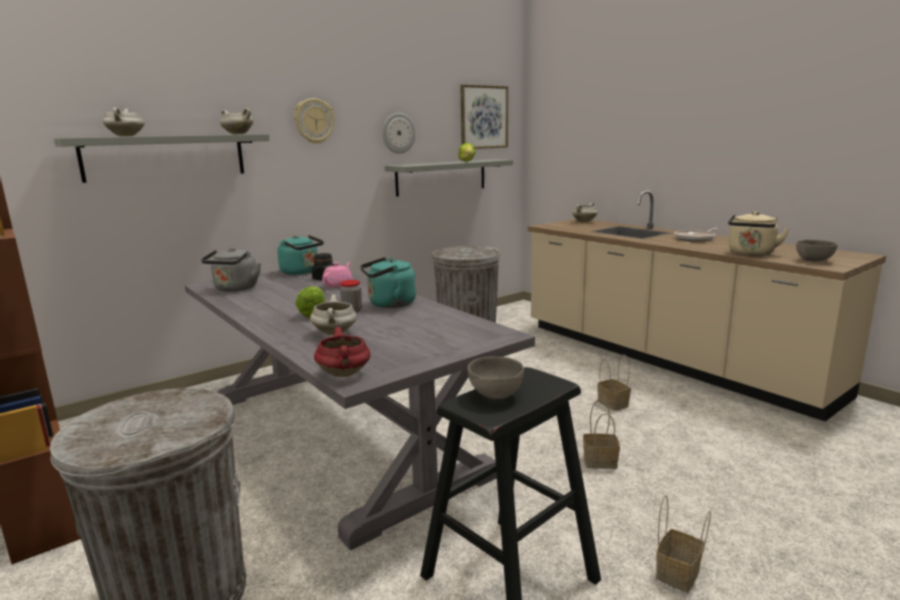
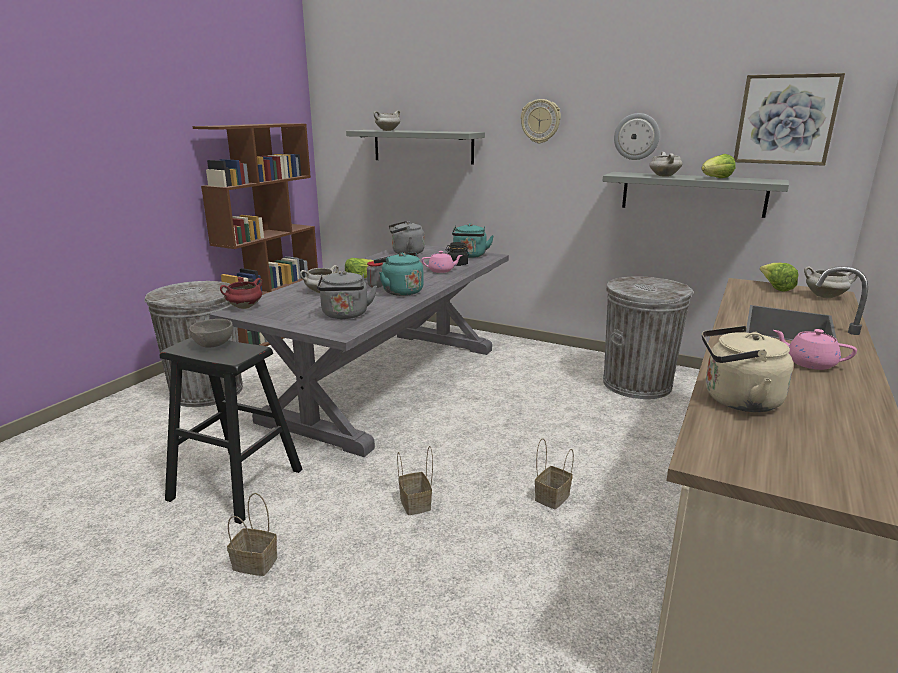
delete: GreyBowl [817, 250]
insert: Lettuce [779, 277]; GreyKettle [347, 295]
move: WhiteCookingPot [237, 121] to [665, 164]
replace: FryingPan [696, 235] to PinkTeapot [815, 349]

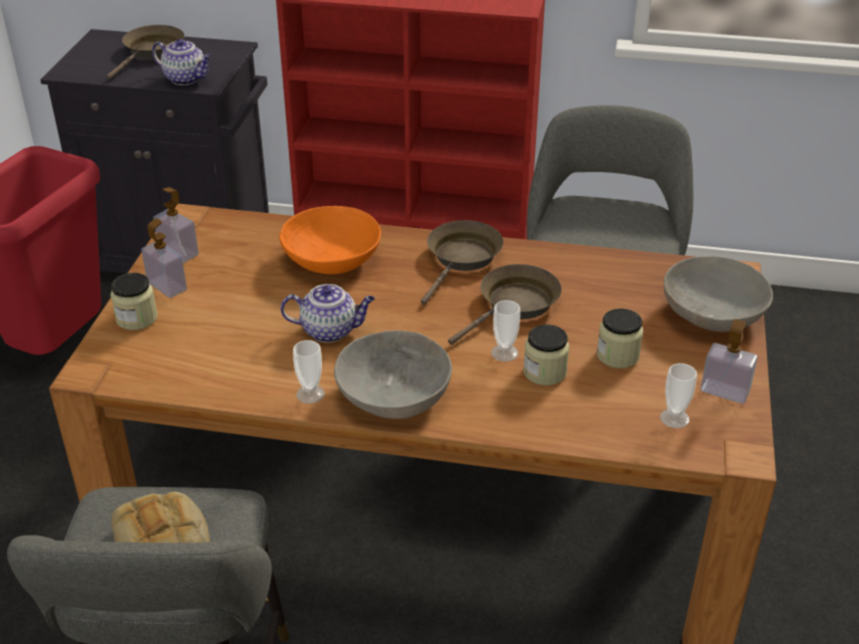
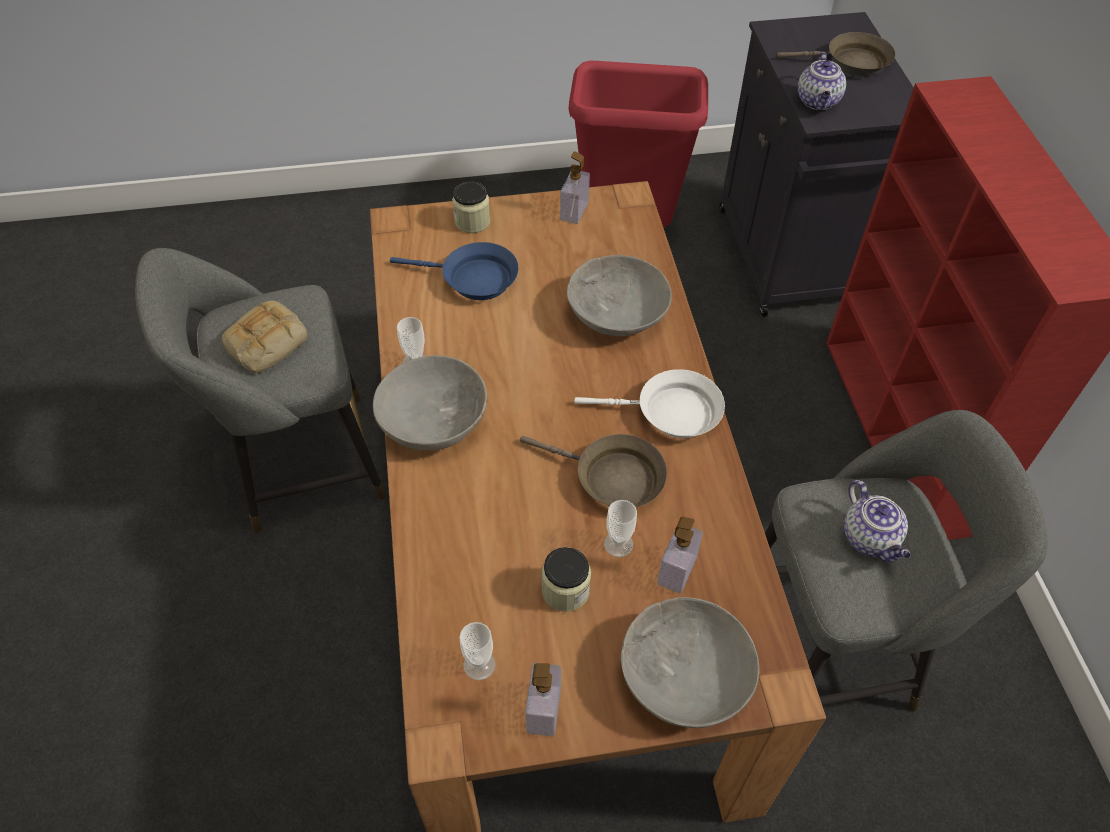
delete: Jar [546, 355]
insert: BlueFryingPan [454, 271]
move: SoapDispenser [164, 258] to [680, 555]; Teapot [328, 313] to [877, 521]; Cup [505, 331] to [620, 528]
recolor: OrangeBowl [330, 240] to GreyBowl [619, 295]; BrownFryingPan [462, 262] to WhiteFryingPan [649, 403]

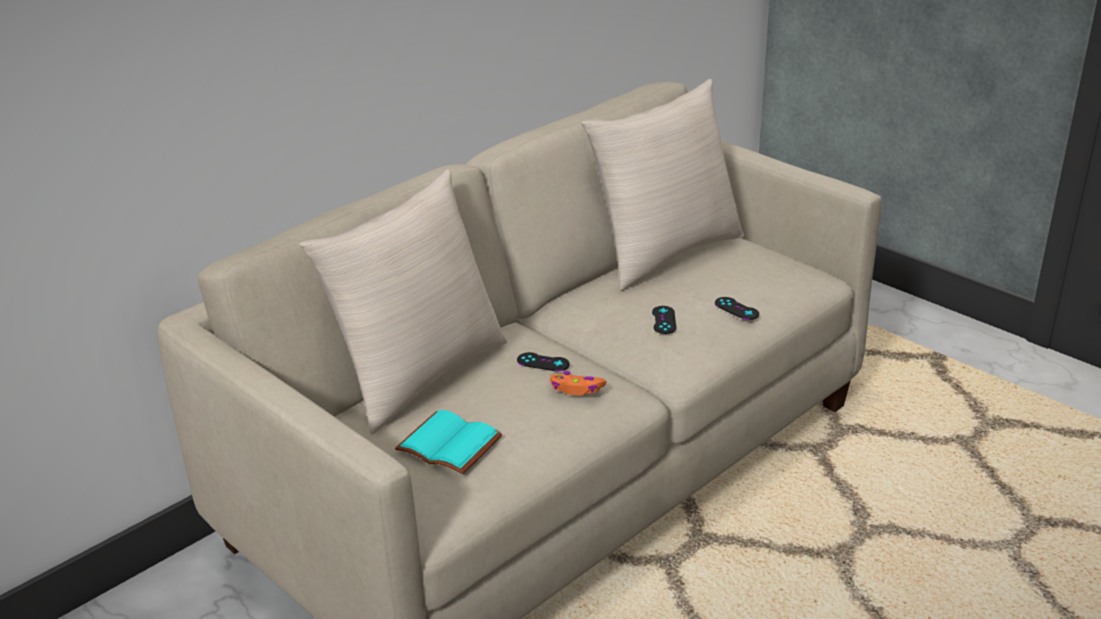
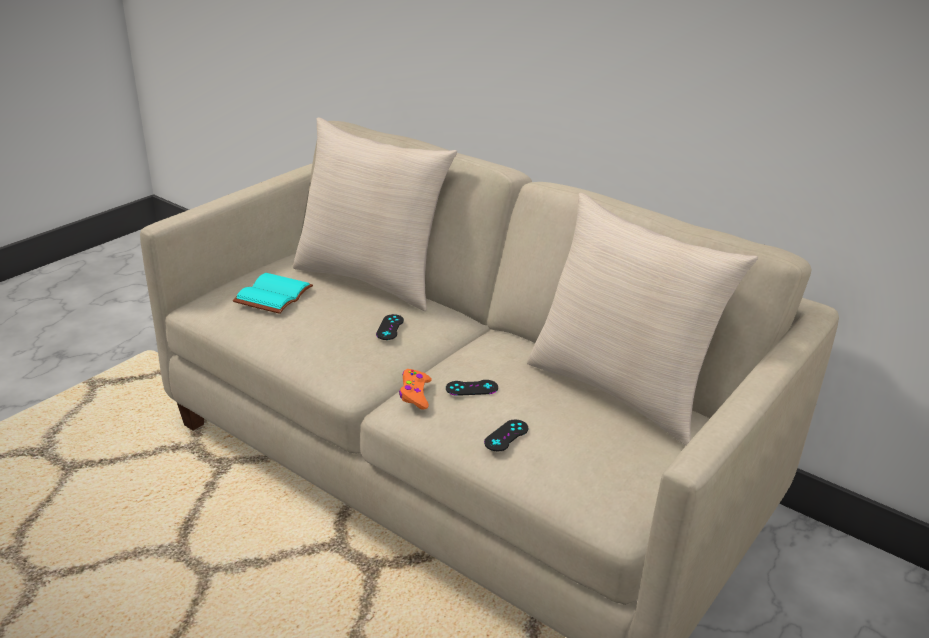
move: OrangeGameController [578, 383] to [415, 389]

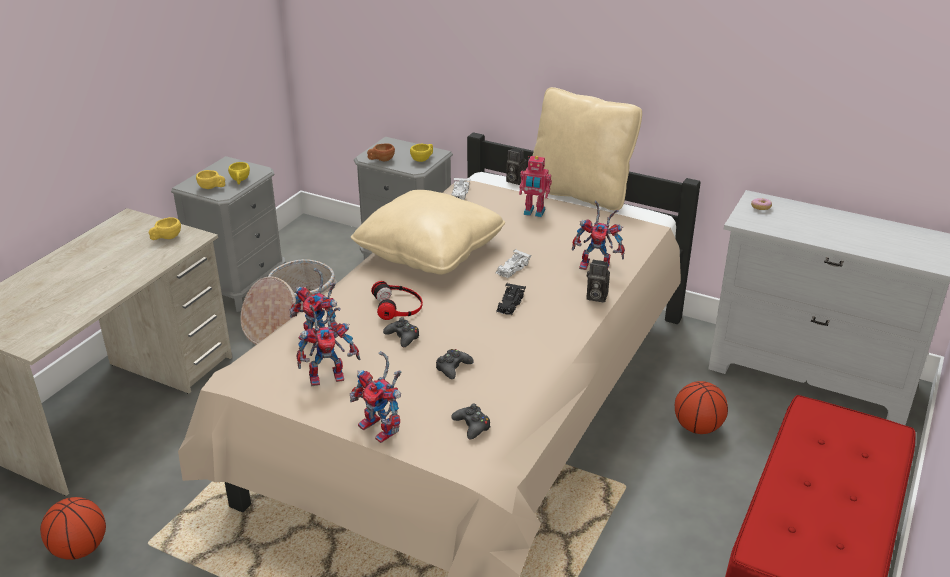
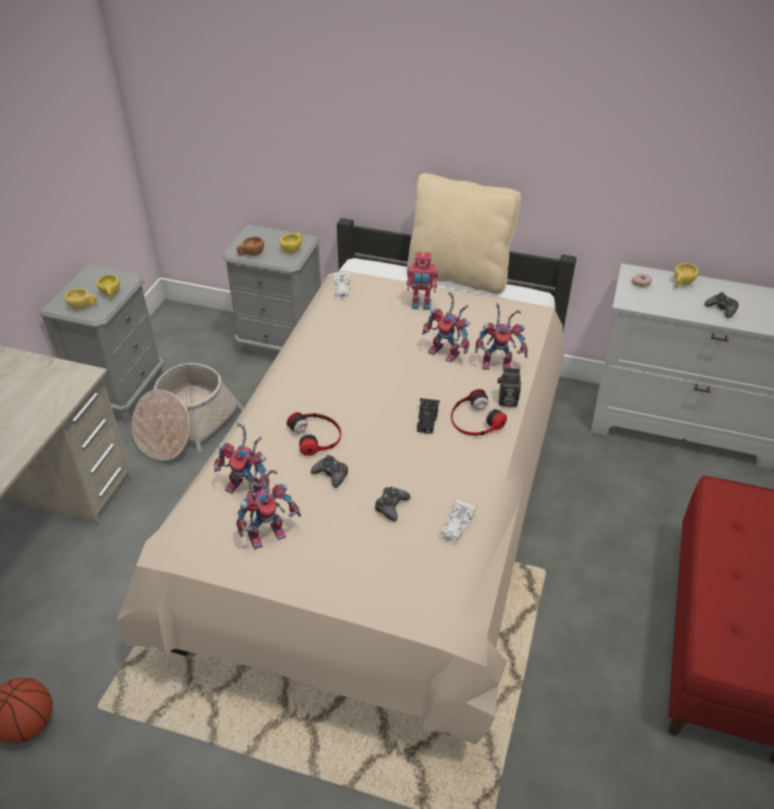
delete: PhotoCamera [516, 166]; BeigePillow [428, 232]; Basketball [701, 407]
insert: Headphones [479, 412]
move: YellowCup [165, 228] to [686, 275]; WhiteToyCar [513, 263] to [458, 520]; ToyRobot [375, 397] to [446, 327]; BlackGameController [470, 421] to [721, 305]

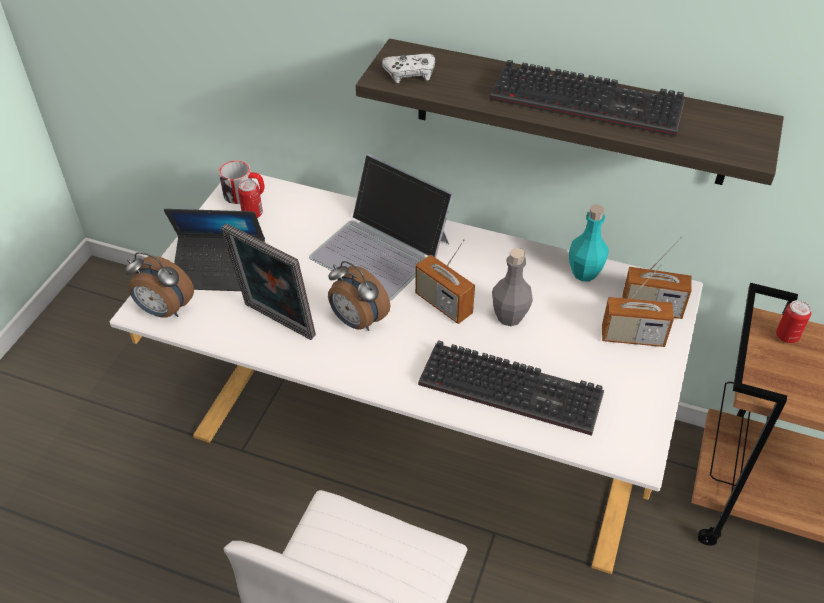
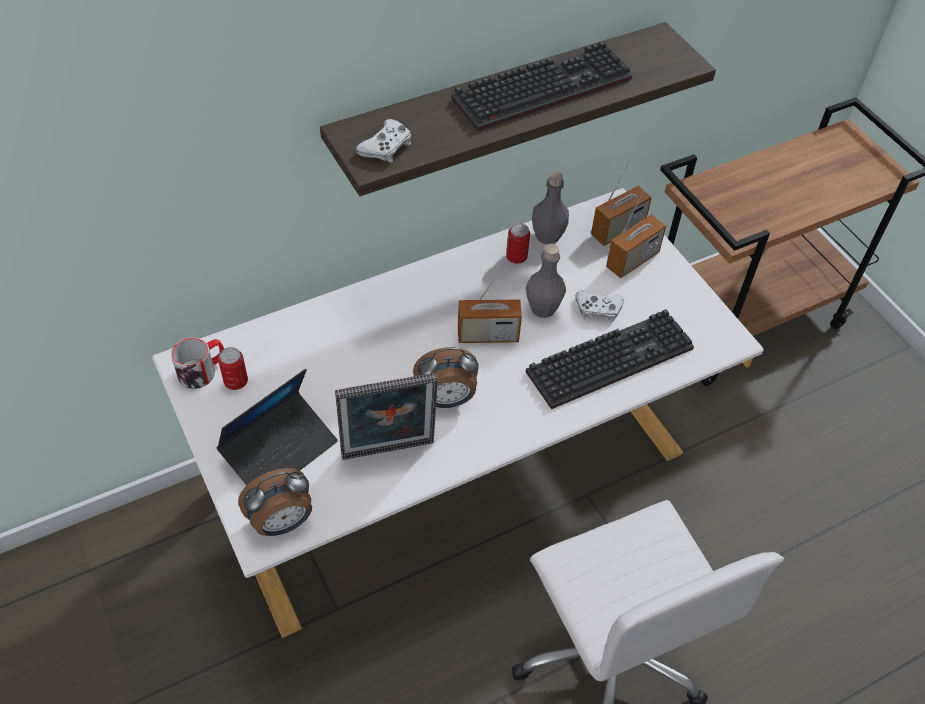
delete: Laptop [381, 227]
insert: WhiteGameController [599, 306]
move: Can [793, 321] to [518, 243]
recolor: TurquoiseBottle [589, 243] to GreyBottle [550, 208]

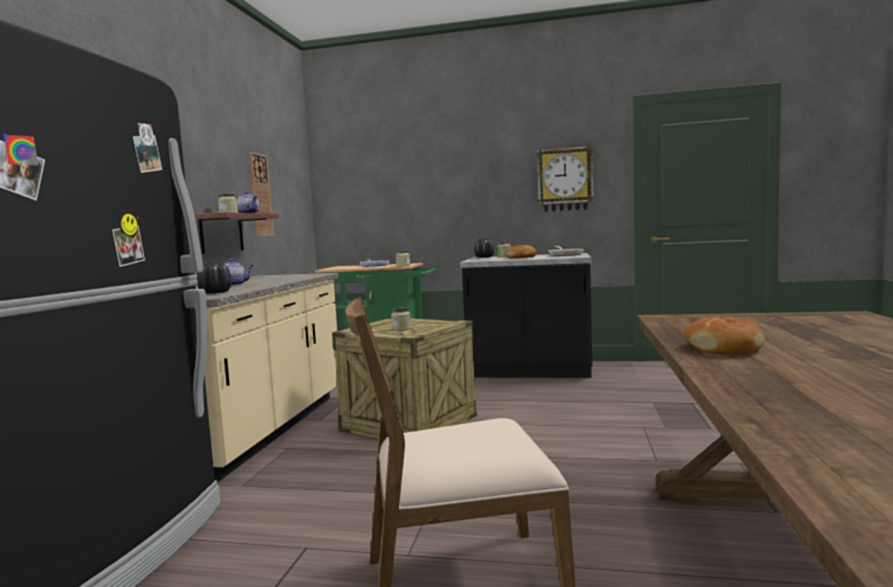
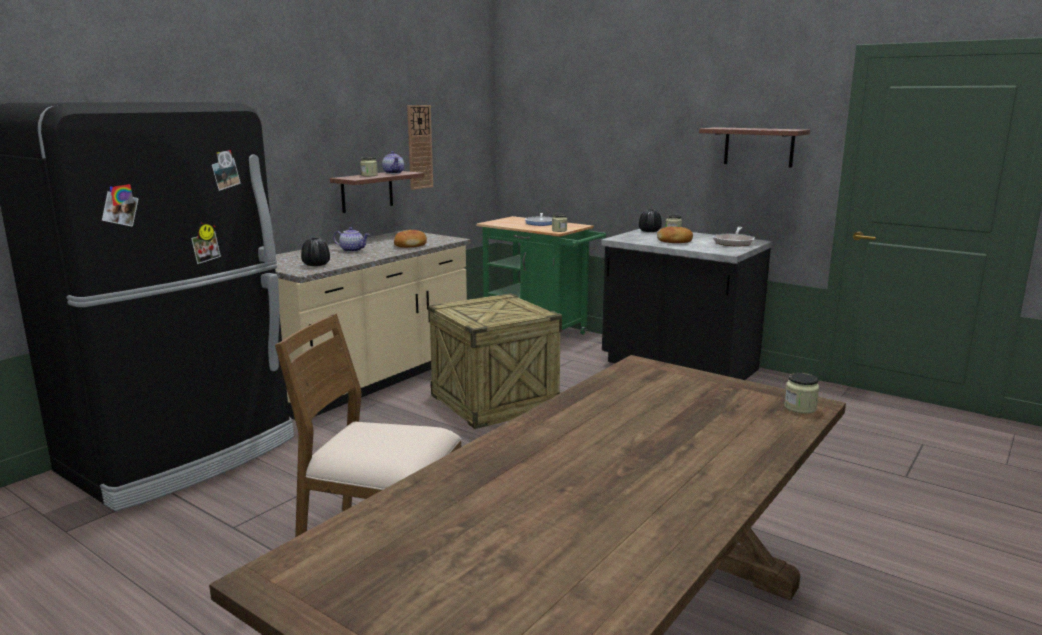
move: Jar [401, 319] to [801, 393]; Bread [724, 335] to [410, 239]
replace: WallClock [565, 179] to Shelf [754, 147]

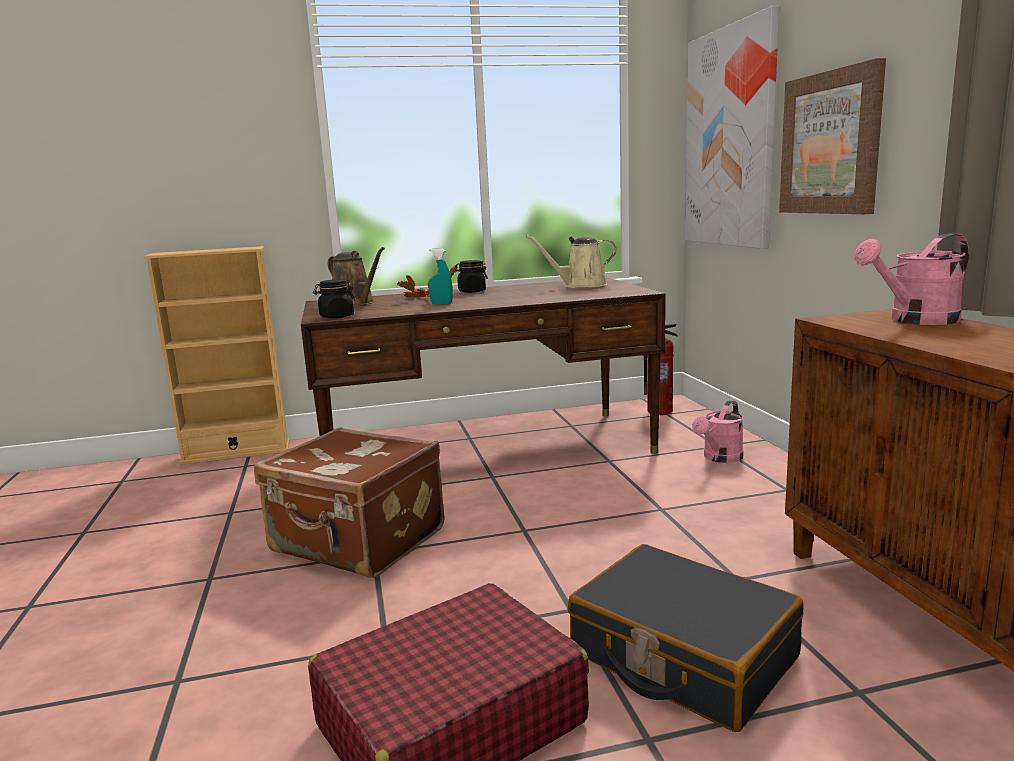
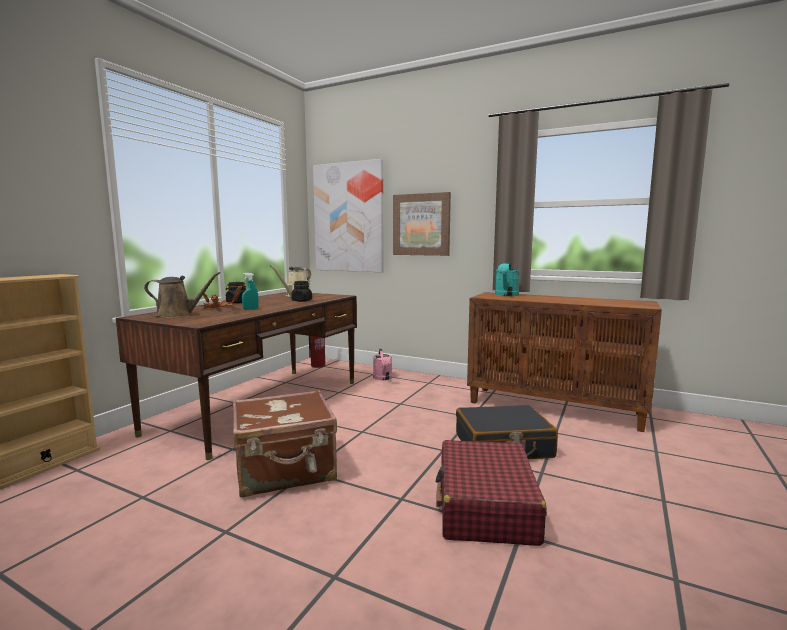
move: BlackJar [334, 298] to [301, 291]
recolor: PinkWateringCan [911, 279] to TurquoiseWateringCan [507, 279]

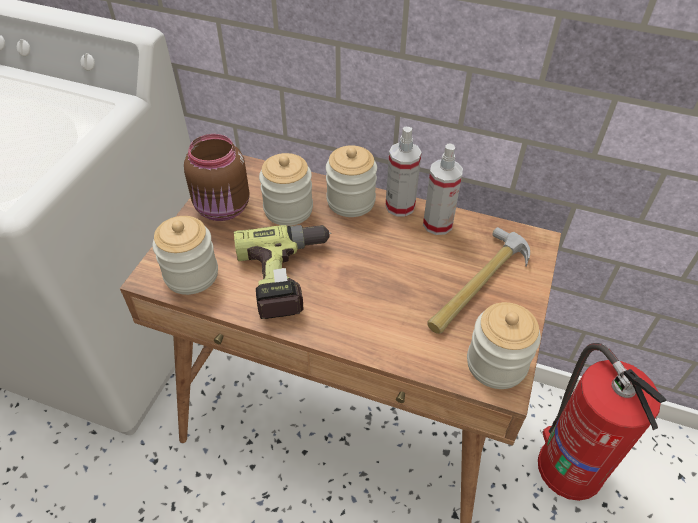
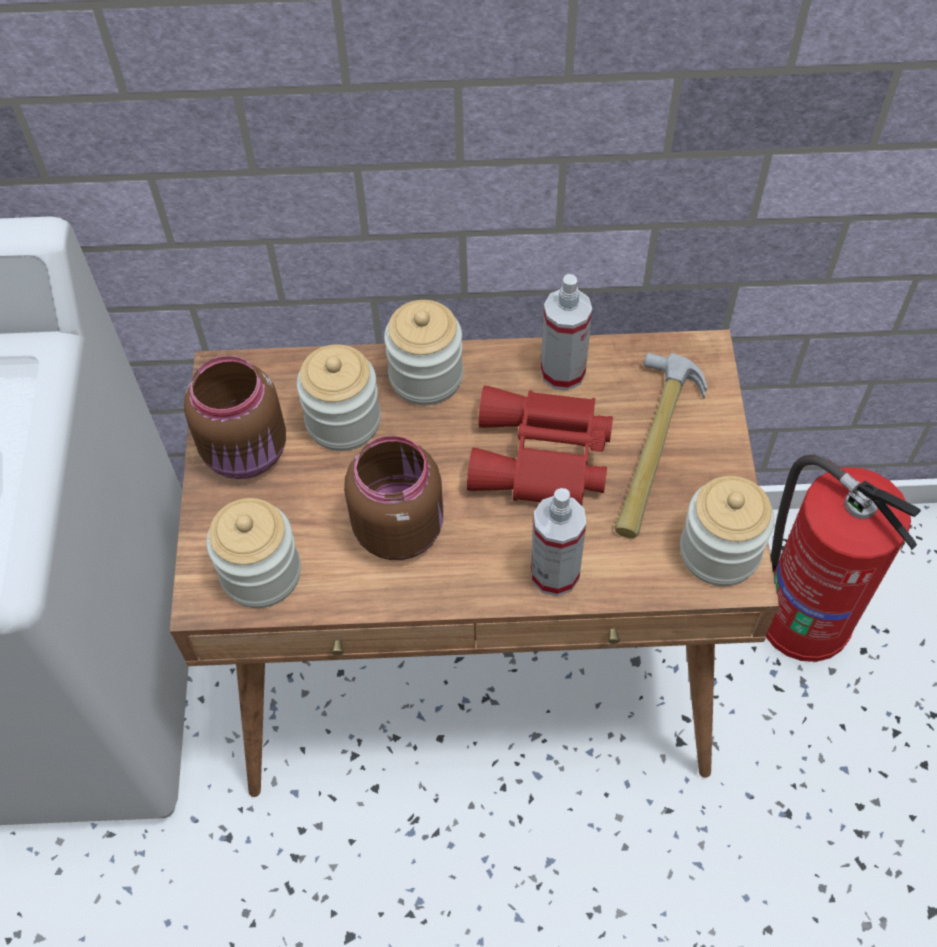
insert: RedBinoculars [540, 446]
move: SprayBottle [403, 172] to [558, 542]
replace: PowerDrill [283, 272] to BrownJar [393, 498]

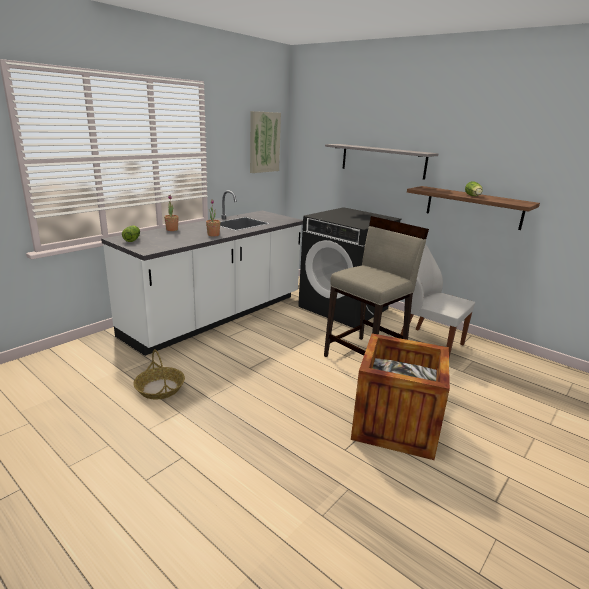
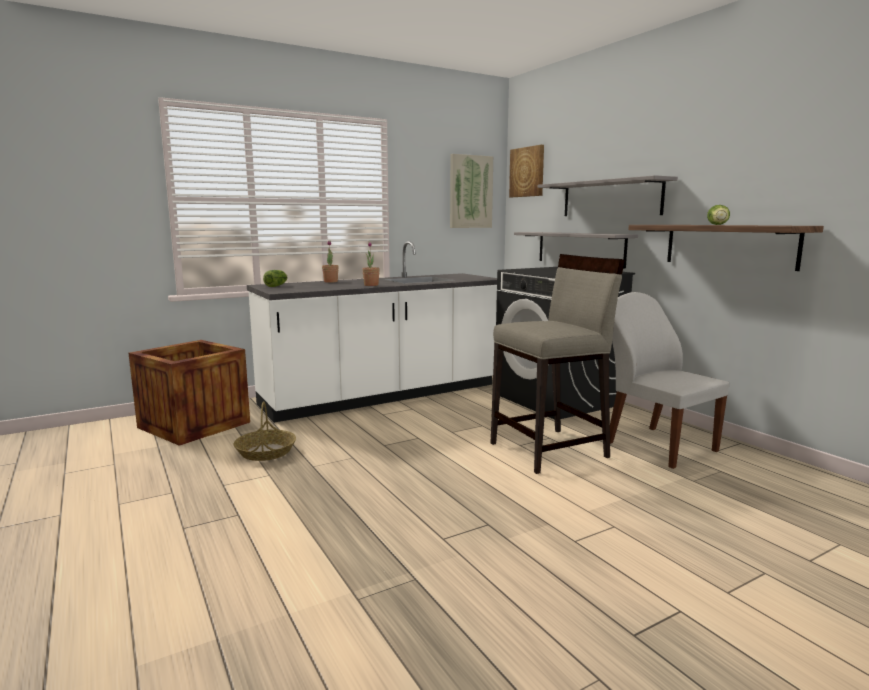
insert: Picture [526, 171]; GreyShelf [576, 250]
move: Crate [400, 397] to [189, 393]

